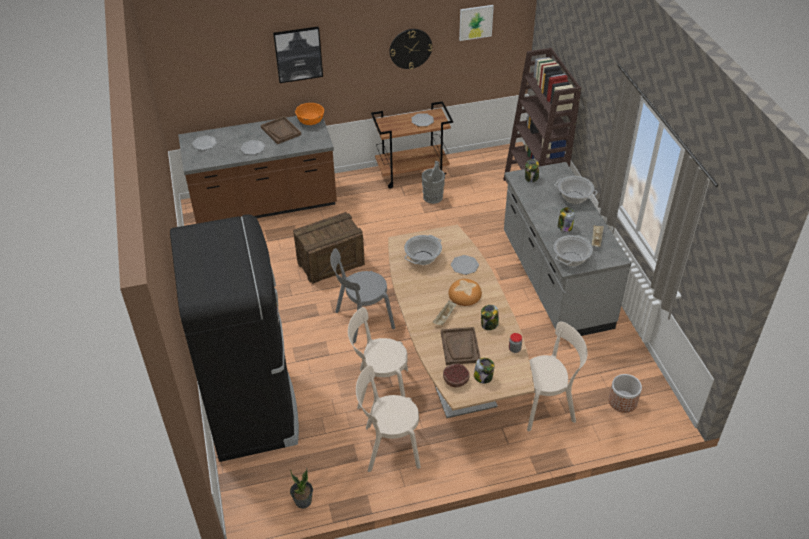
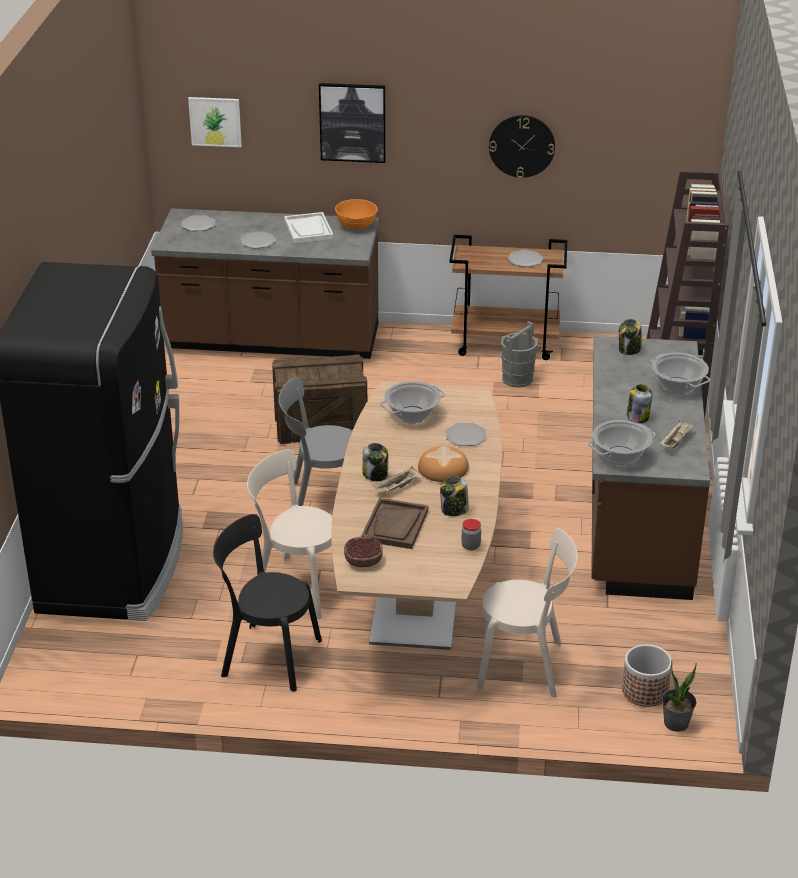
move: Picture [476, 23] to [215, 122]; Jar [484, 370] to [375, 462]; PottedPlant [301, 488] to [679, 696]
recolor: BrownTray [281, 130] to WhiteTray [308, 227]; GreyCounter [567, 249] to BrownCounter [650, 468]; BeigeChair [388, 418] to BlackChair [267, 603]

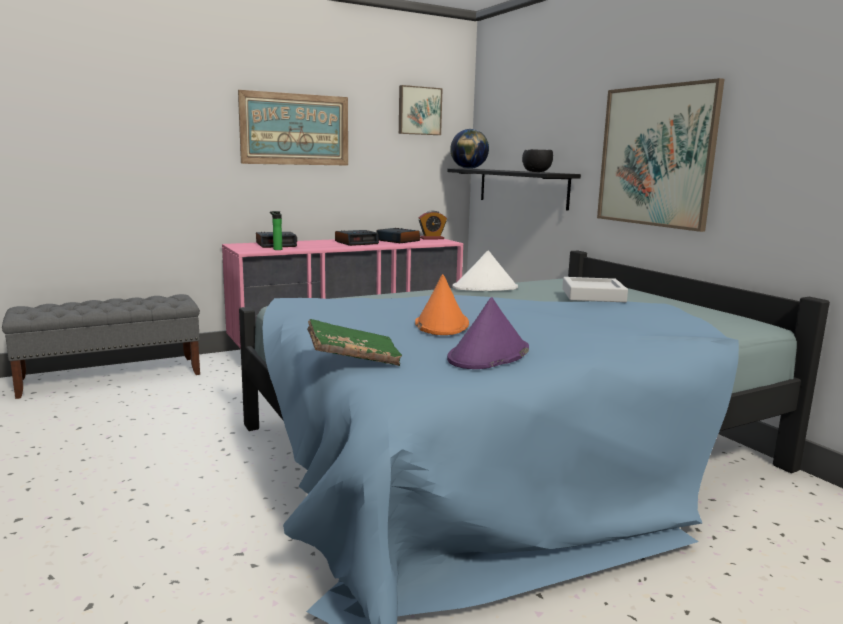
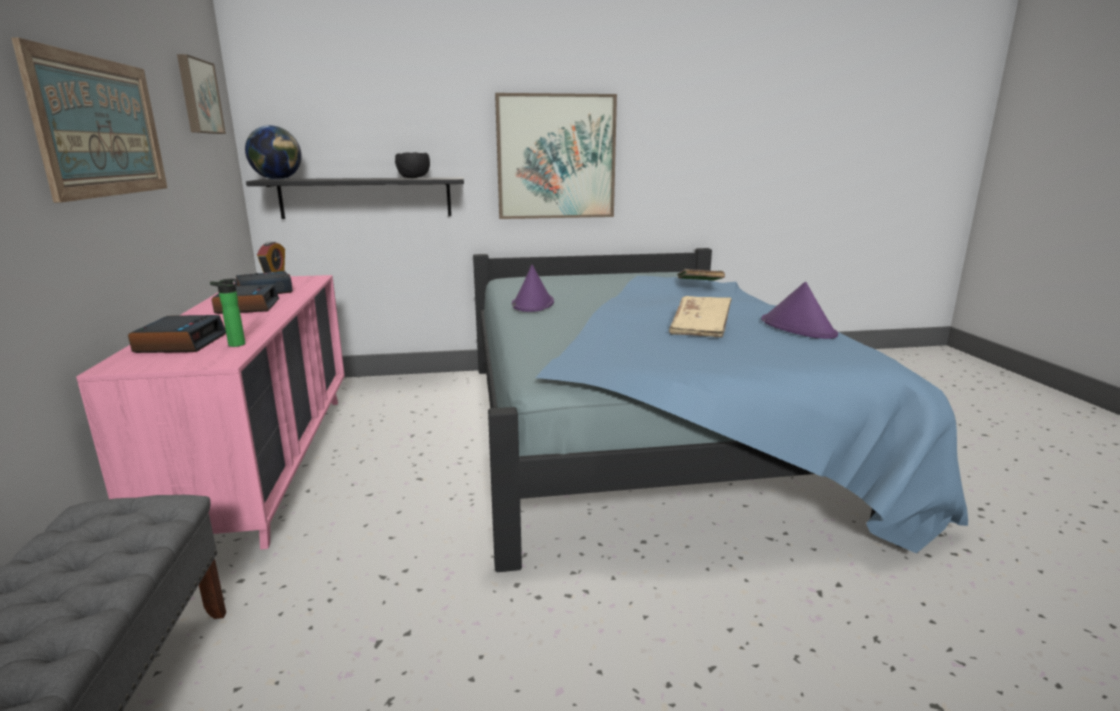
delete: GreyTray [595, 289]
move: GreenBook [354, 342] to [701, 275]
replace: OrangeHat [442, 304] to BeigeBook [700, 316]
recolor: WhiteHat [485, 270] to PurpleHat [533, 288]

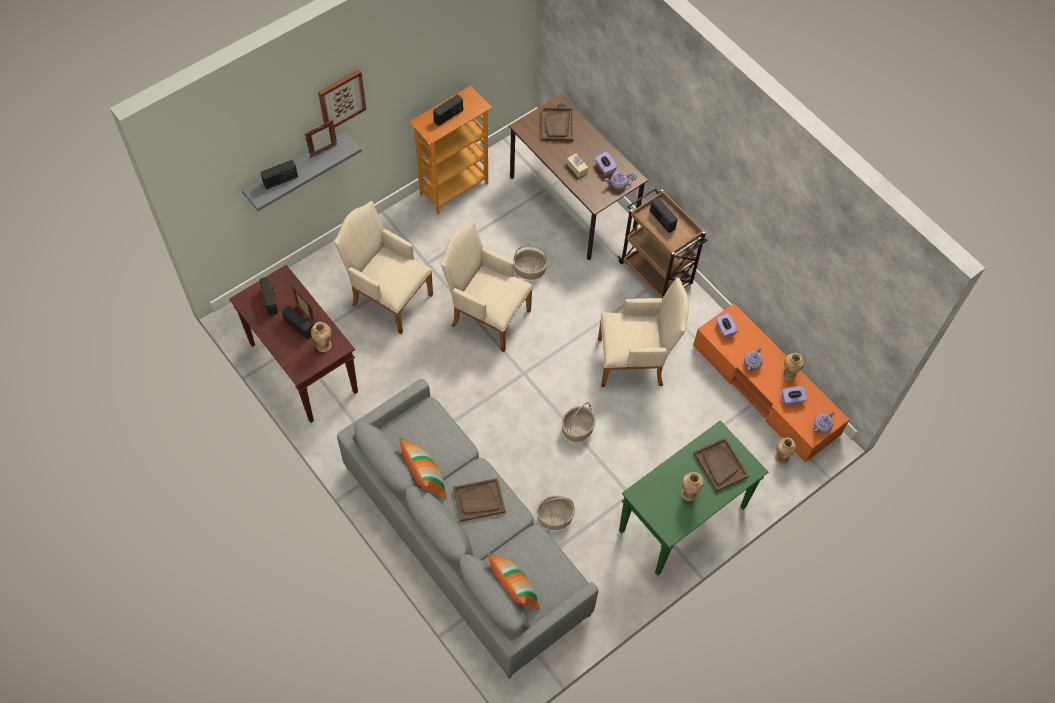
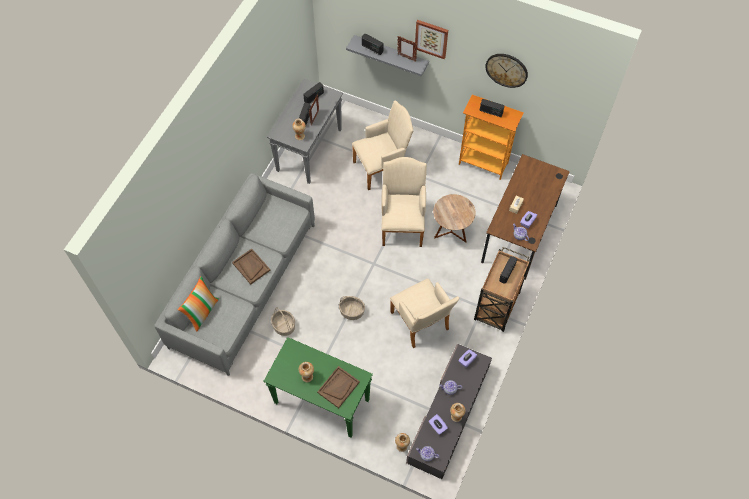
delete: BrownTray [558, 124]; Pillow [423, 468]
insert: WallClock [506, 71]
replace: Basket [530, 262] to BrownSideTable [454, 218]
recolor: BrownConsoleTable [293, 344] to GreyConsoleTable [305, 131]; OrangeTvStand [771, 383] to GreyTvStand [449, 411]
rotate: BeigeArmchair [383, 267] = [382, 145] 60 degrees clockwise

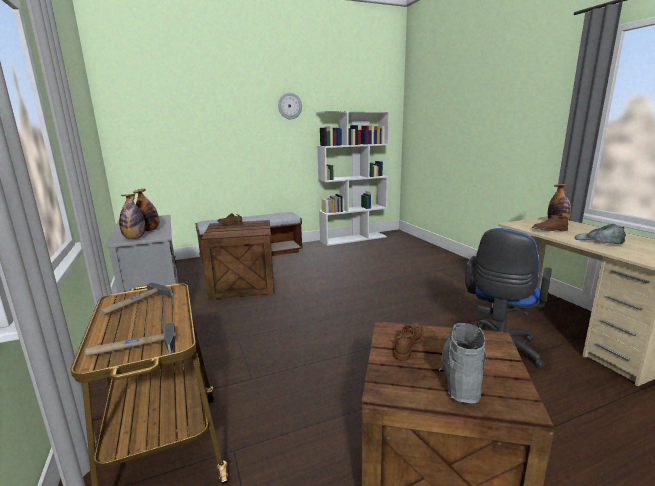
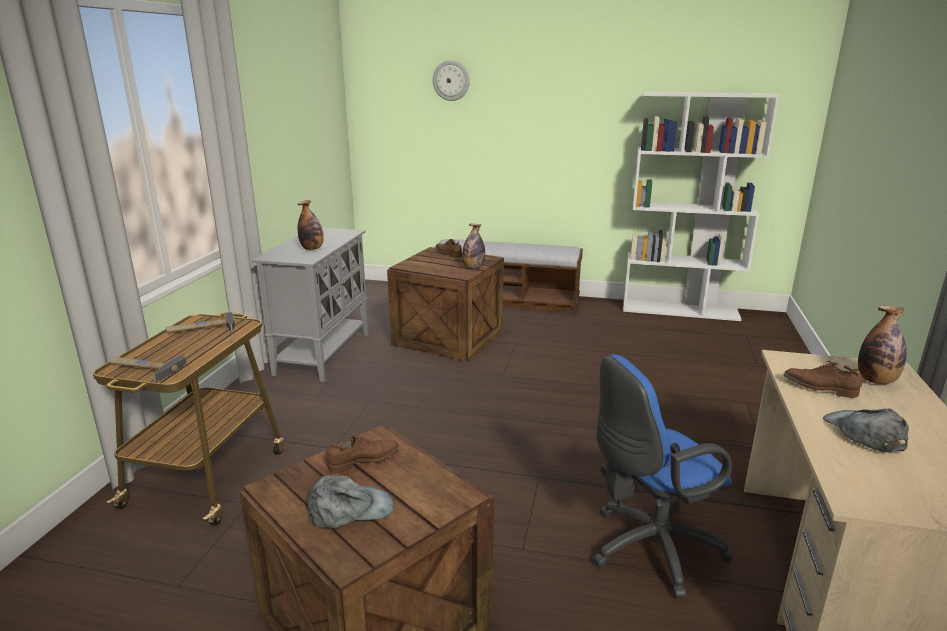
move: WallClock [290, 106] to [451, 80]; Bottle [132, 216] to [473, 246]
replace: GreyBoot [462, 363] to GreyCap [351, 501]

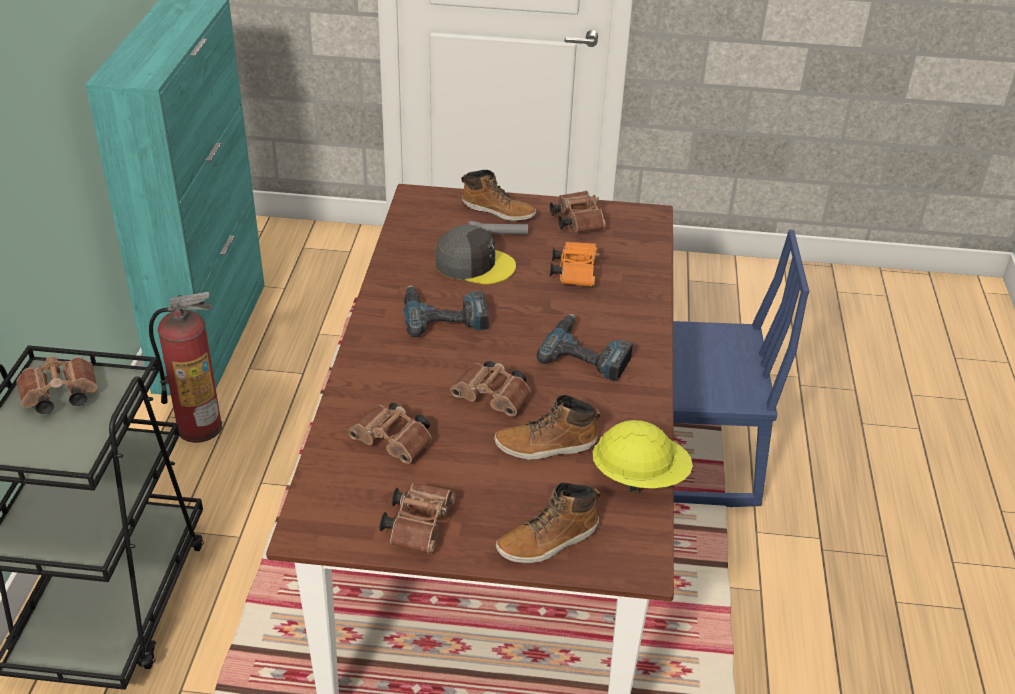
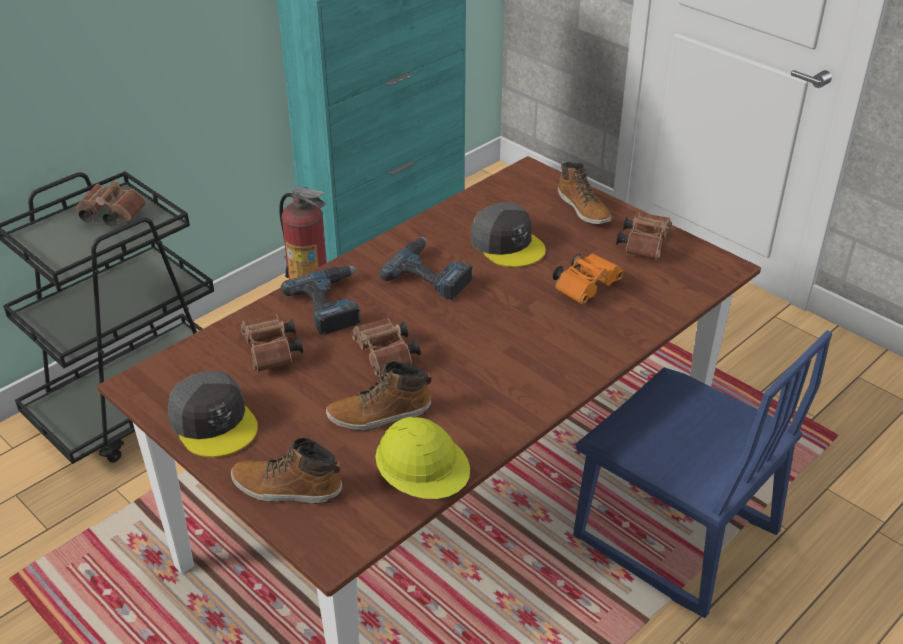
delete: GreyFlashlight [498, 228]
move: PowerDrill [584, 348] to [321, 300]
replace: BrownBinoculars [418, 518] to GreyCap [212, 414]
rotate: Boot [547, 427] = [379, 396] 45 degrees counterclockwise

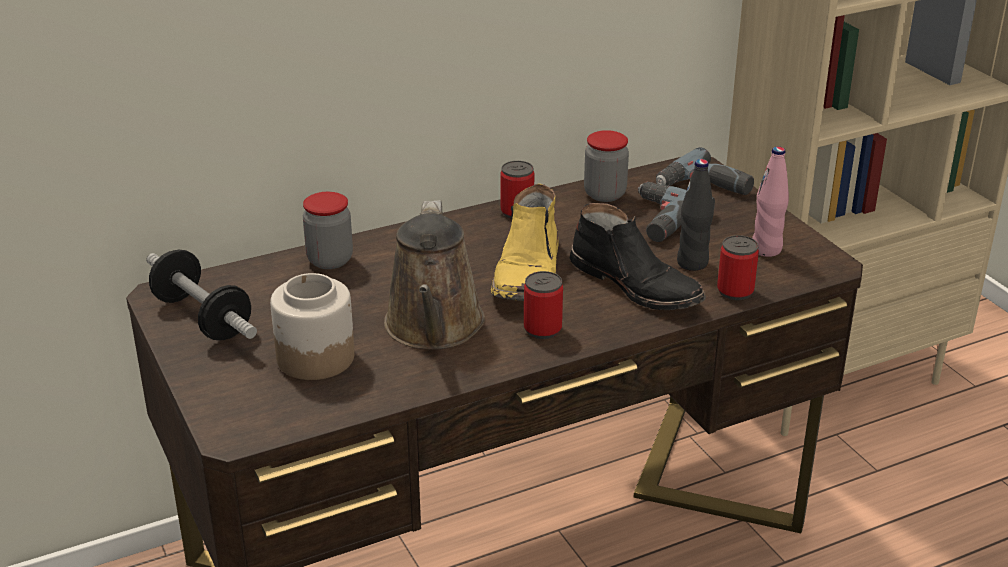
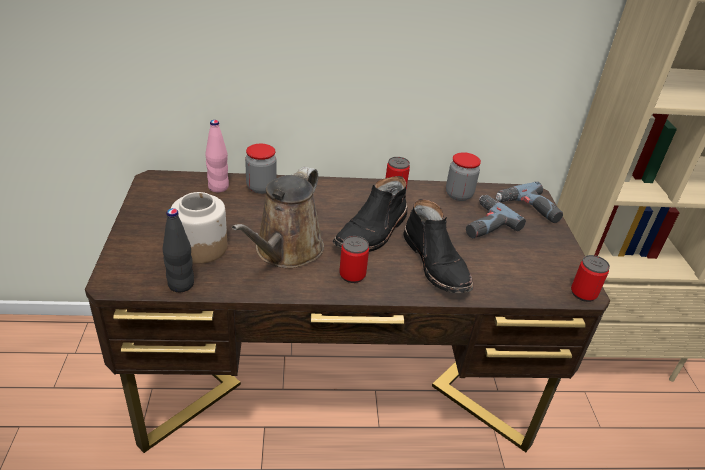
delete: Dumbbell [202, 295]
move: PinkBottle [770, 202] to [217, 156]; BlackBottle [695, 215] to [178, 250]; Can [738, 267] to [590, 278]
recolor: YellowBoot [525, 242] to BlackBoot [370, 214]

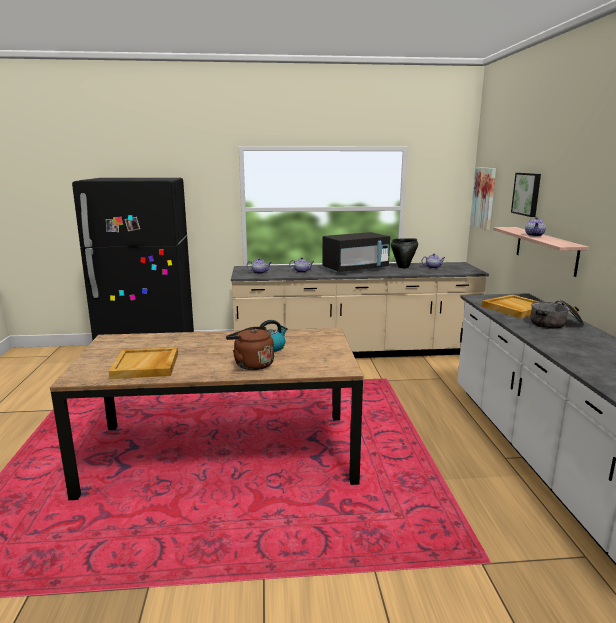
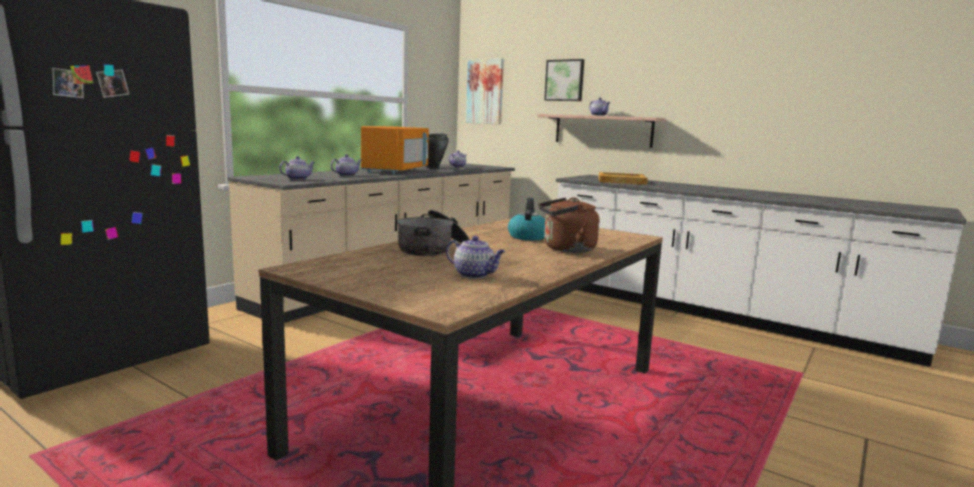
move: CookingPot [557, 314] to [433, 233]
replace: BeigeTray [143, 363] to Teapot [475, 257]
recolor: BlackMicrowave [356, 252] to OrangeMicrowave [395, 150]

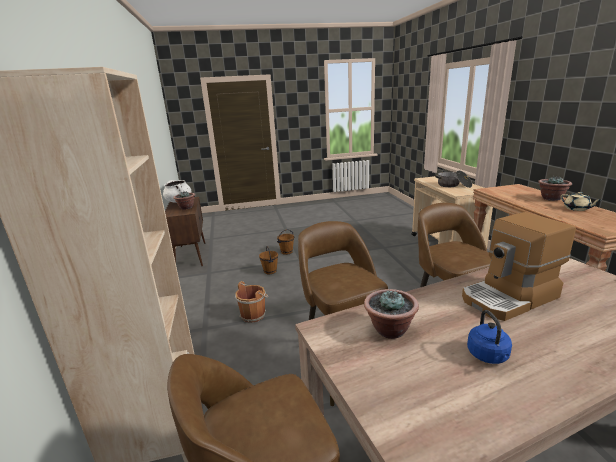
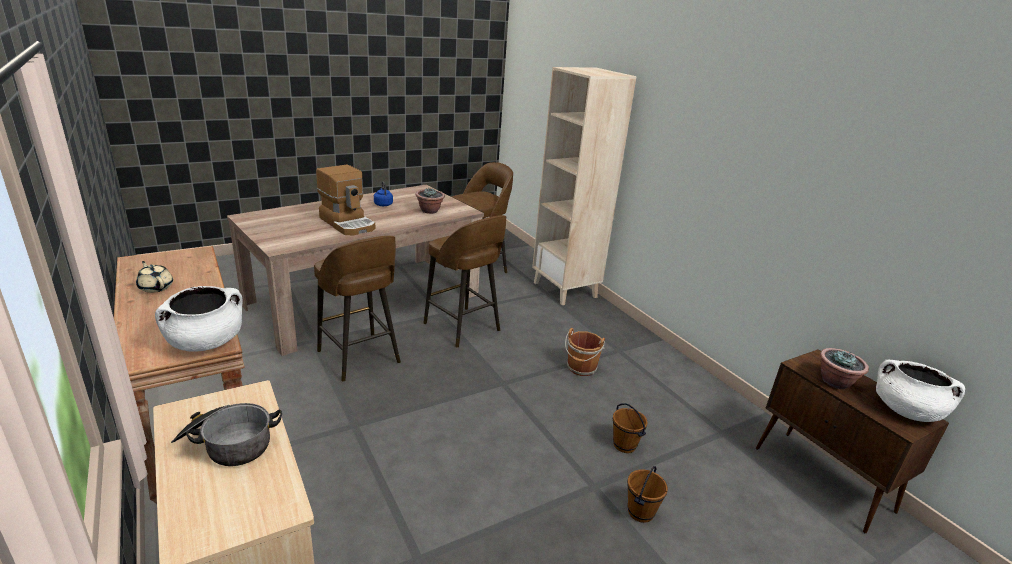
delete: PottedPlant [555, 188]
insert: WhiteCookingPot [199, 319]
rotate: CoffeeMachine [519, 266] = [345, 200] 90 degrees clockwise

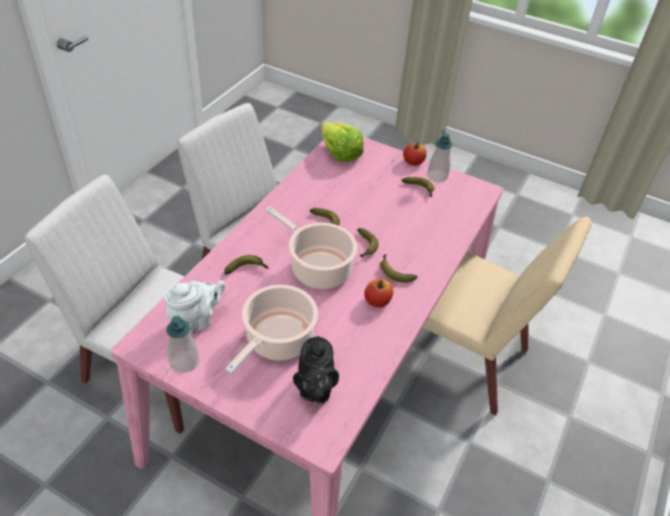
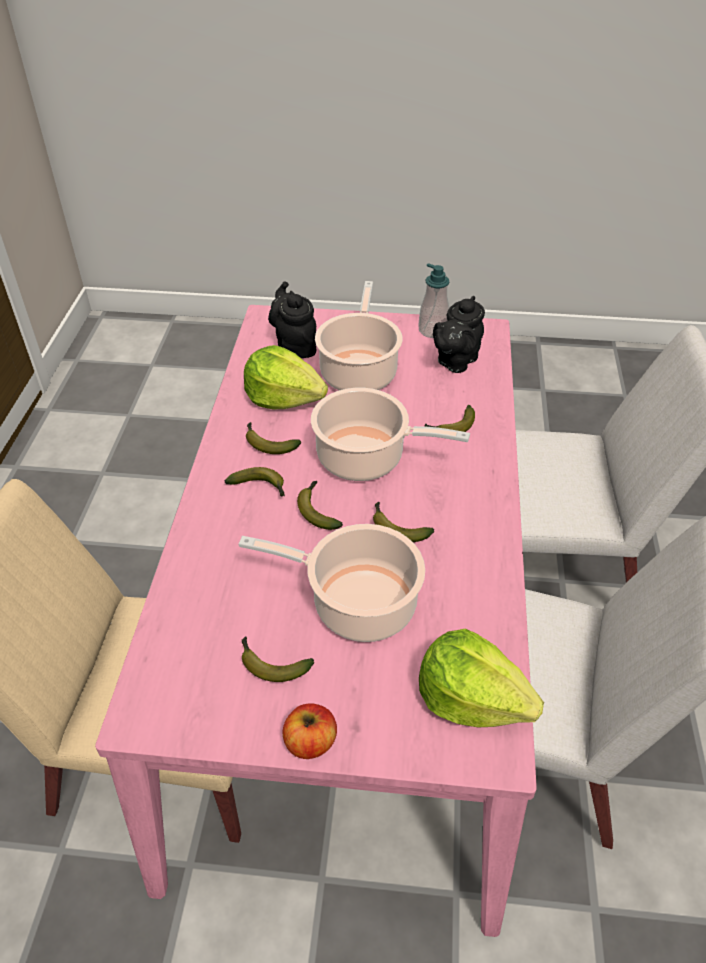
delete: SoapDispenser [440, 156]
insert: Lettuce [286, 377]; CookingPot [332, 583]
replace: Apple [378, 293] to Banana [273, 438]
recolor: WhiteTeapot [195, 307] to BlackTeapot [459, 334]

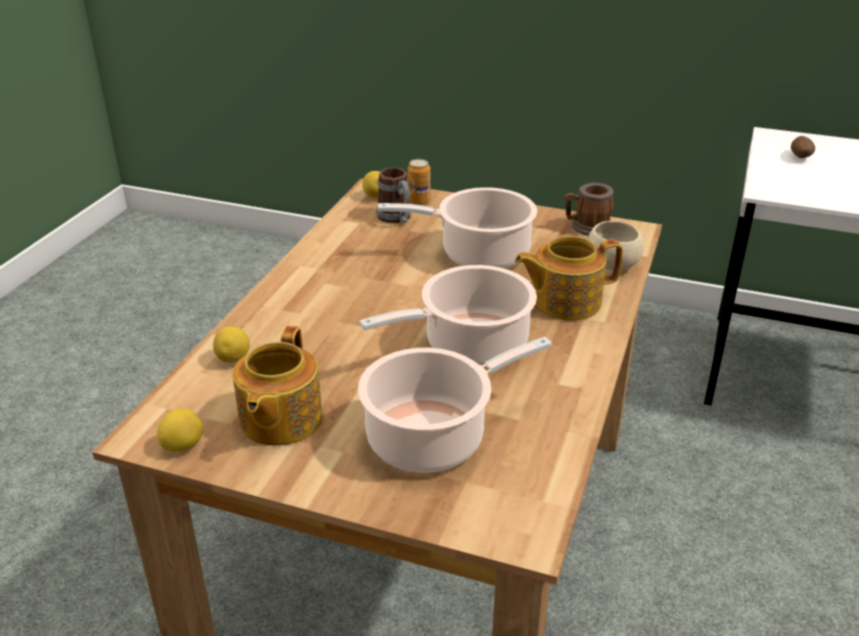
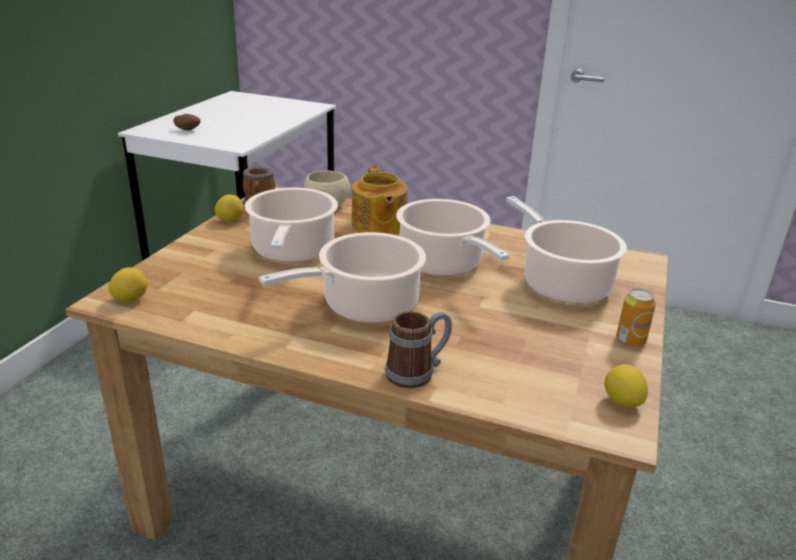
delete: Teapot [278, 386]
insert: CookingPot [342, 277]
move: Can [419, 182] to [636, 317]; Mug [393, 195] to [418, 350]; Lemon [231, 345] to [229, 208]

